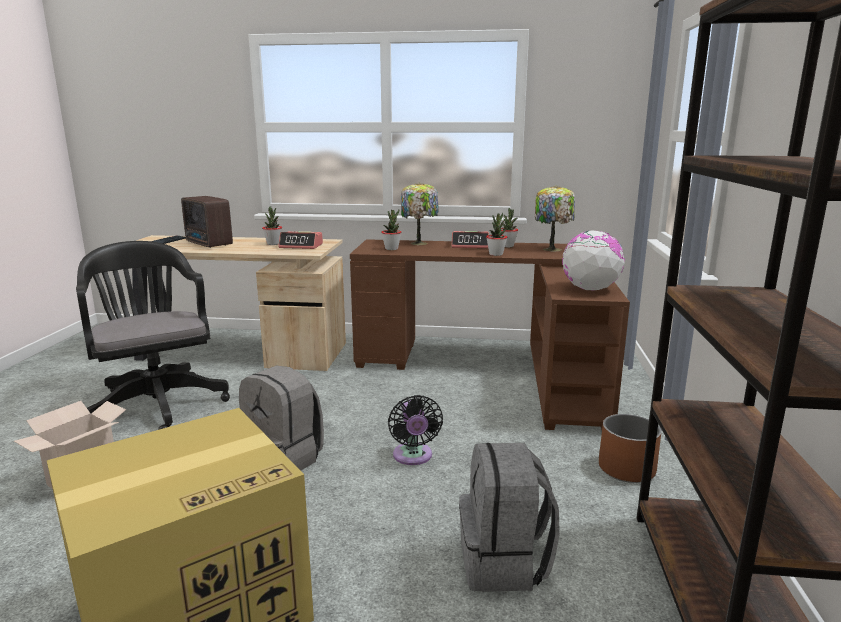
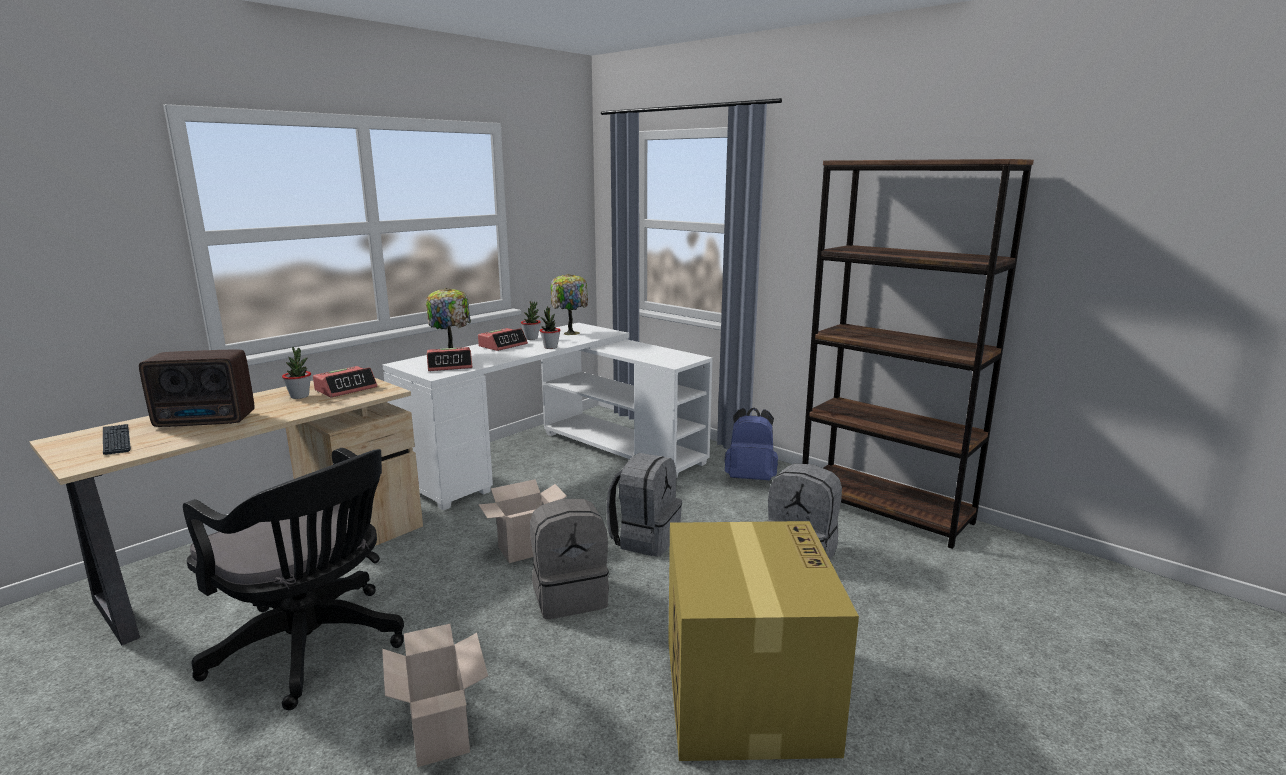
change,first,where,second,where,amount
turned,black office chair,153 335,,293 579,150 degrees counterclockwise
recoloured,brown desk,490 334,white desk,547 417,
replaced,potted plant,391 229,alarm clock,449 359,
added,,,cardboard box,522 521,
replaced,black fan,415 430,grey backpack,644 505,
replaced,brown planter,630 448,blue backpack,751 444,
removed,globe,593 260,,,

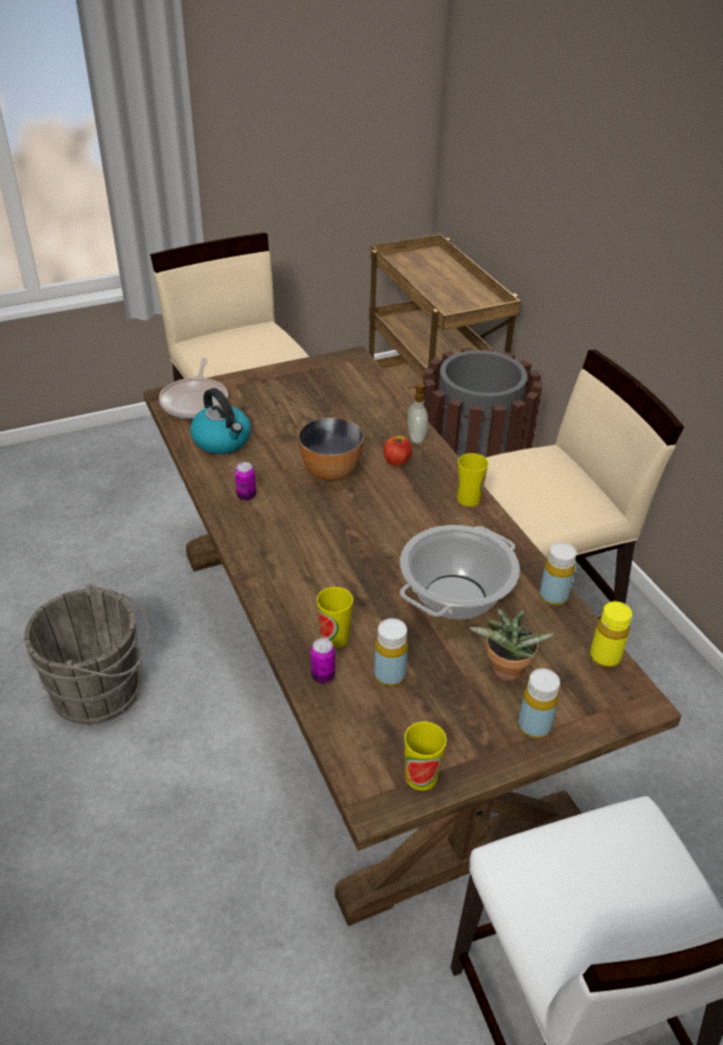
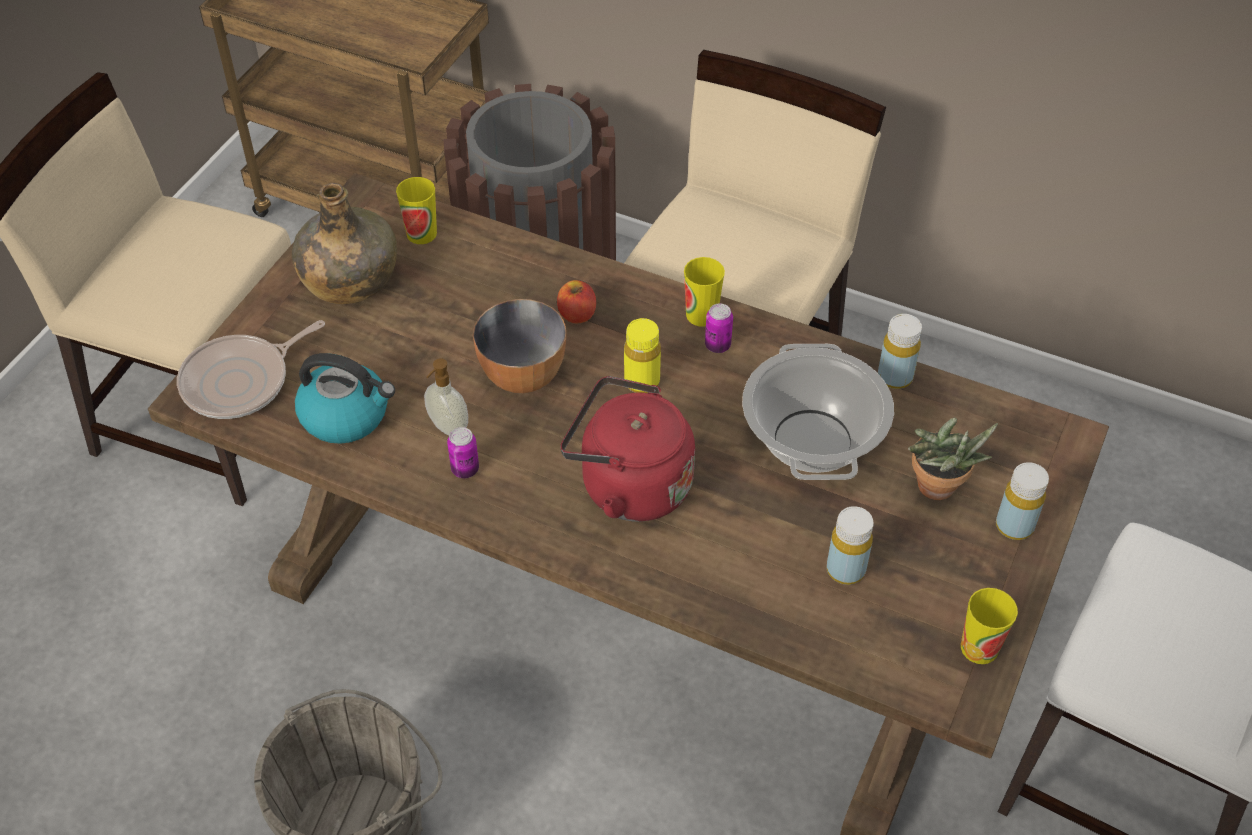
change,first,where,second,where,amount
turned,frying pan,193 388,,251 369,90 degrees clockwise
added,,,green bottle,344 243,
moved,cup,335 618,,416 210,
moved,soap dispenser,417 413,,446 397,
added,,,red kettle,627 449,
moved,yellow bottle,611 634,,642 355,
moved,can,323 660,,719 328,

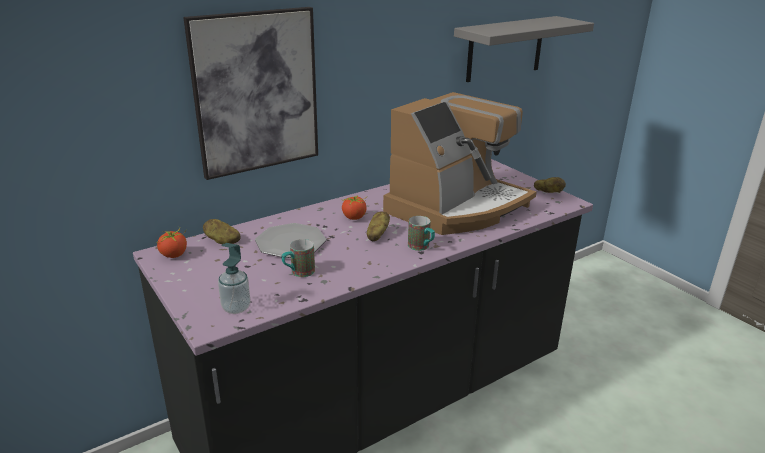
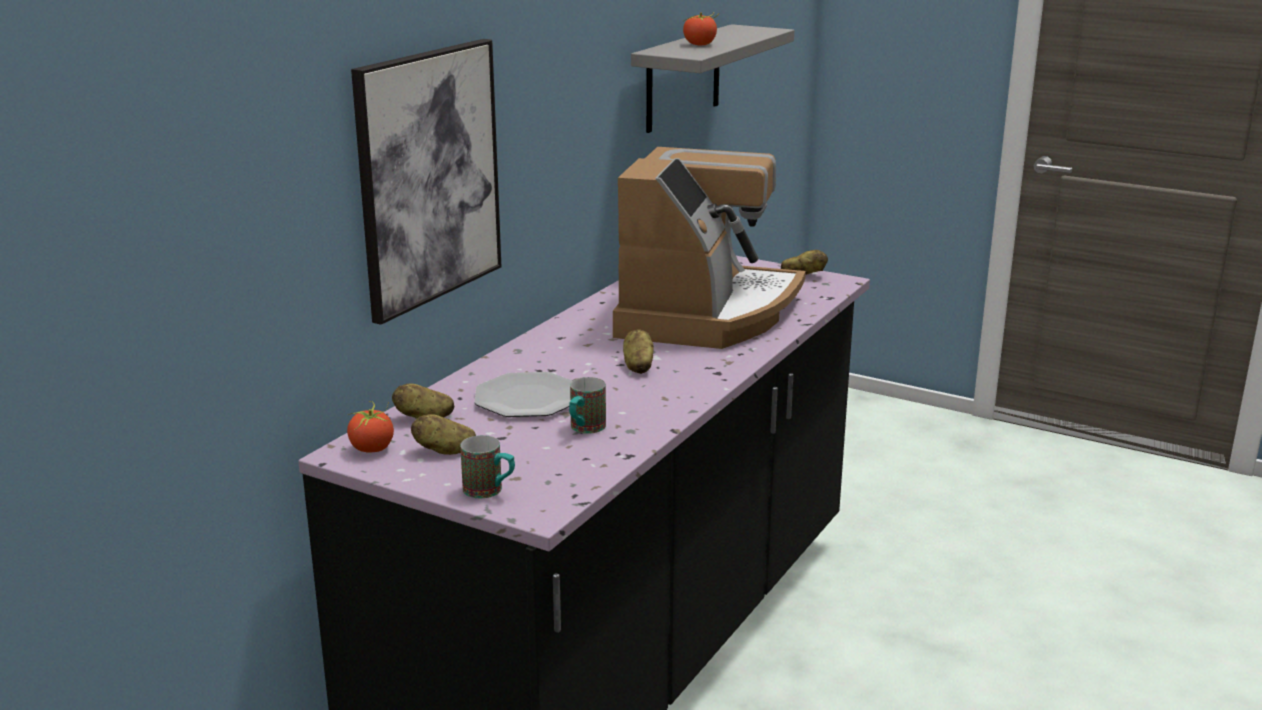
change,first,where,second,where,amount
added,,,potato,443 434,
moved,mug,421 233,,487 466,
moved,tomato,354 207,,701 28,
removed,soap dispenser,234 278,,,

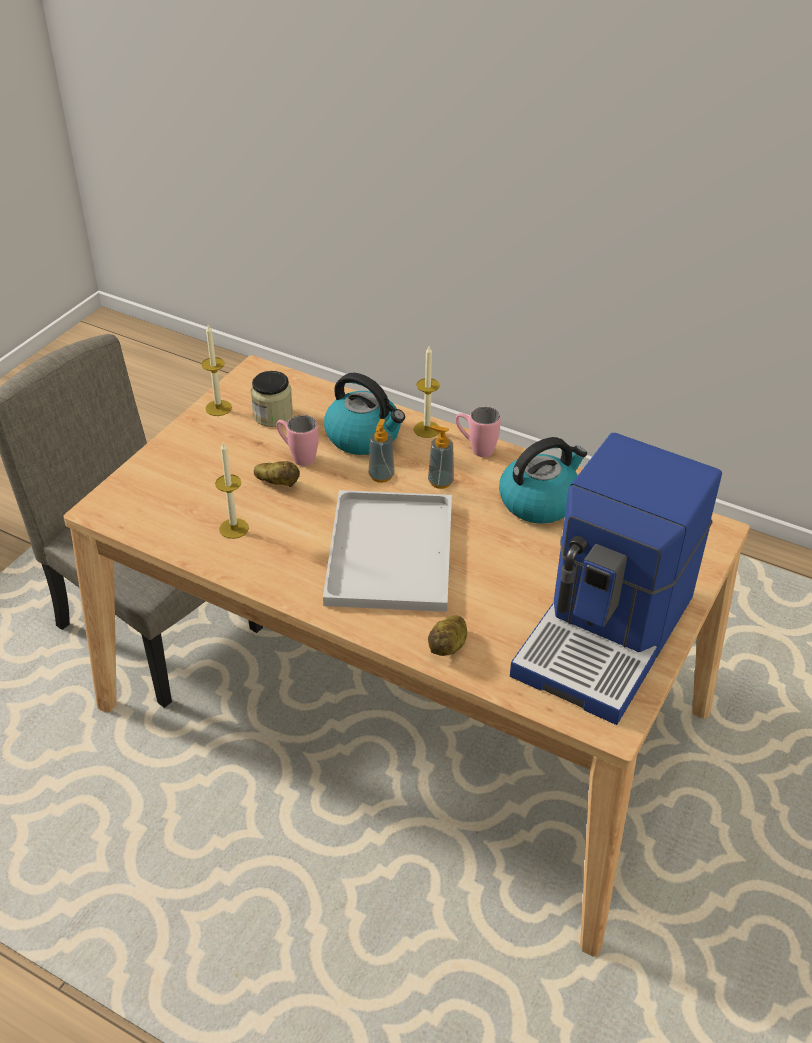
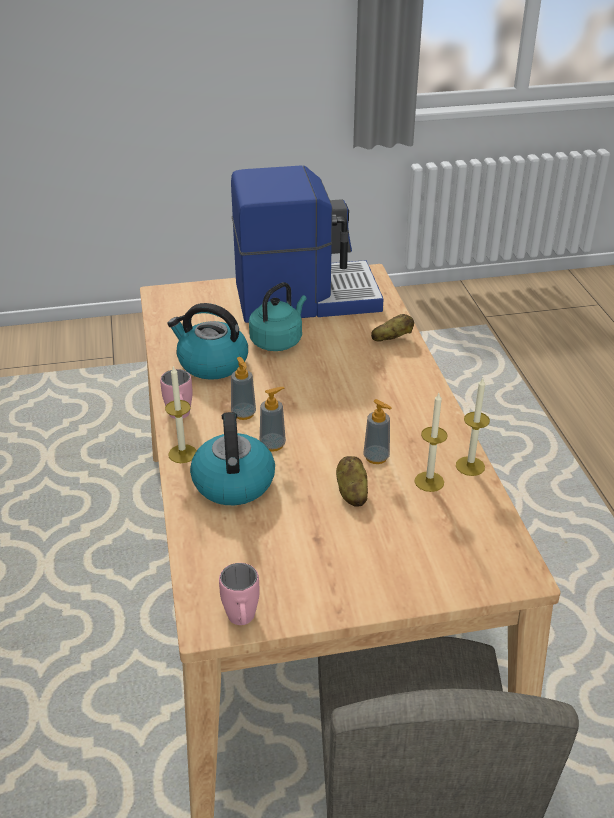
change,first,where,second,where,amount
moved,pink mug,297 440,,239 594,
added,,,turquoise kettle,278 316,
added,,,soap dispenser,377 431,
moved,candle,217 370,,473 427,
removed,jar,272 399,,,
removed,white tray,387 551,,,

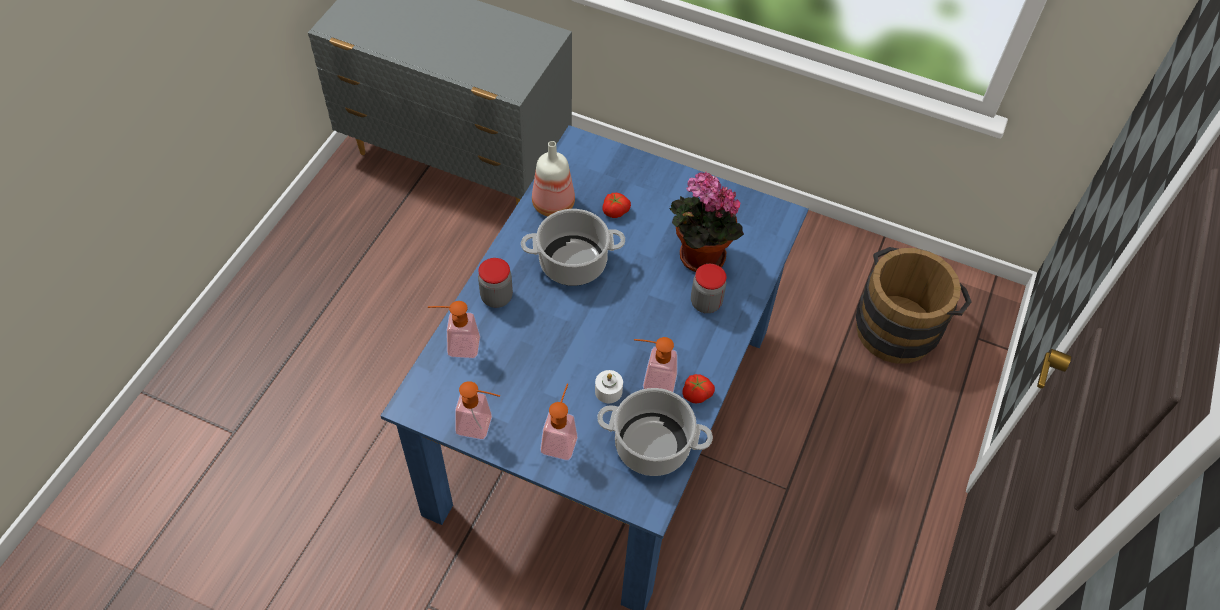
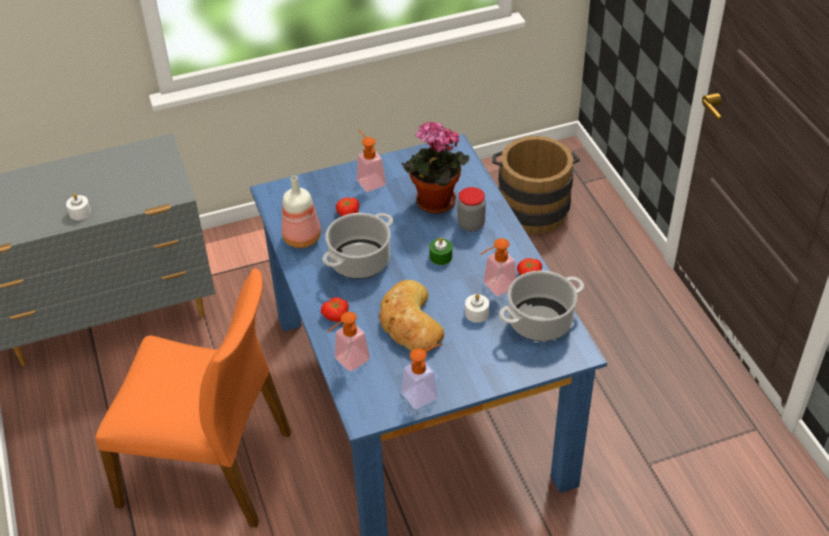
change,first,where,second,where,amount
added,,,white candle,78 206,
added,,,orange chair,193 398,
replaced,jar,495 283,tomato,335 309,
moved,soap dispenser,559 422,,371 160,
added,,,bread,411 316,
added,,,green candle,440 251,

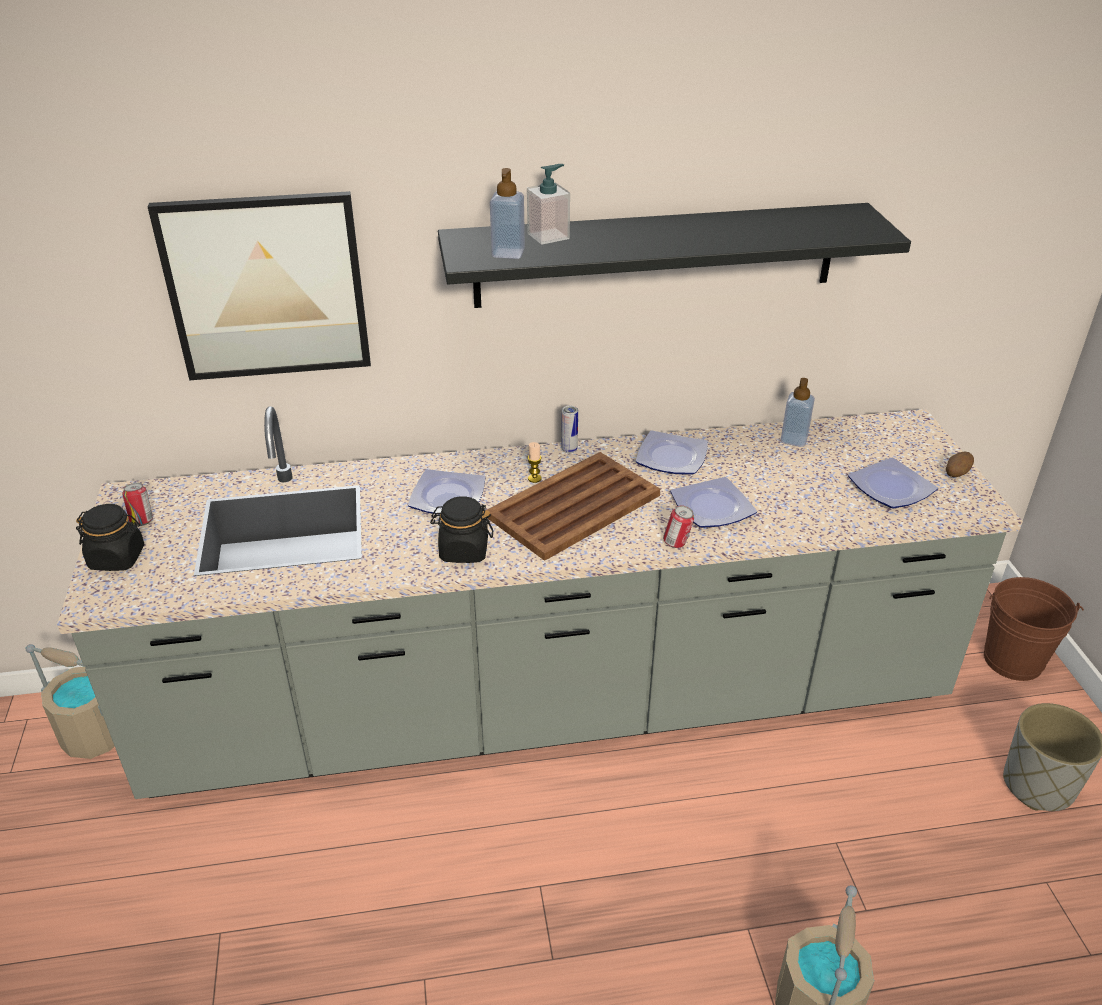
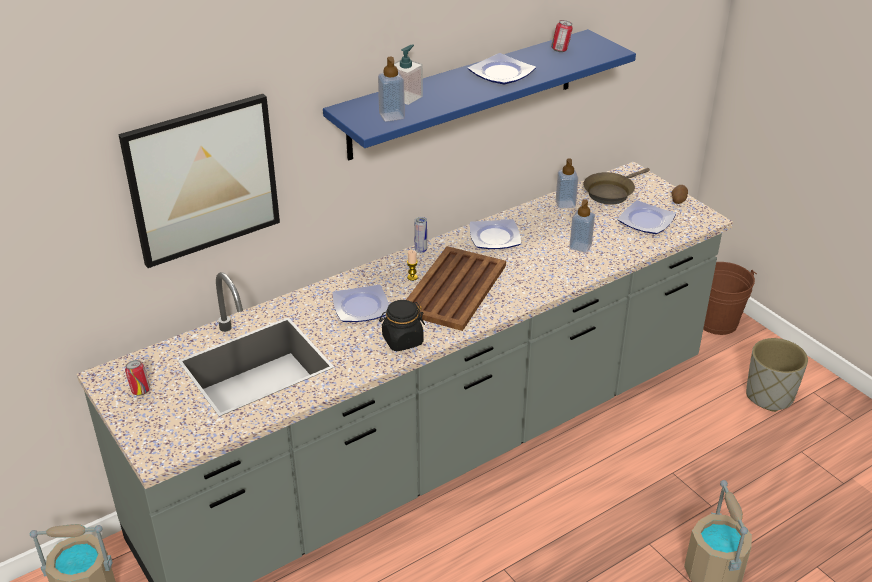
change,first,where,second,where,amount
recoloured,black shelf,674 255,blue shelf,479 94,
moved,plate,713 502,,502 68,
moved,can,678 526,,562 36,
added,,,soap dispenser,582 225,
added,,,brown frying pan,616 186,
removed,black jar,110 537,,,

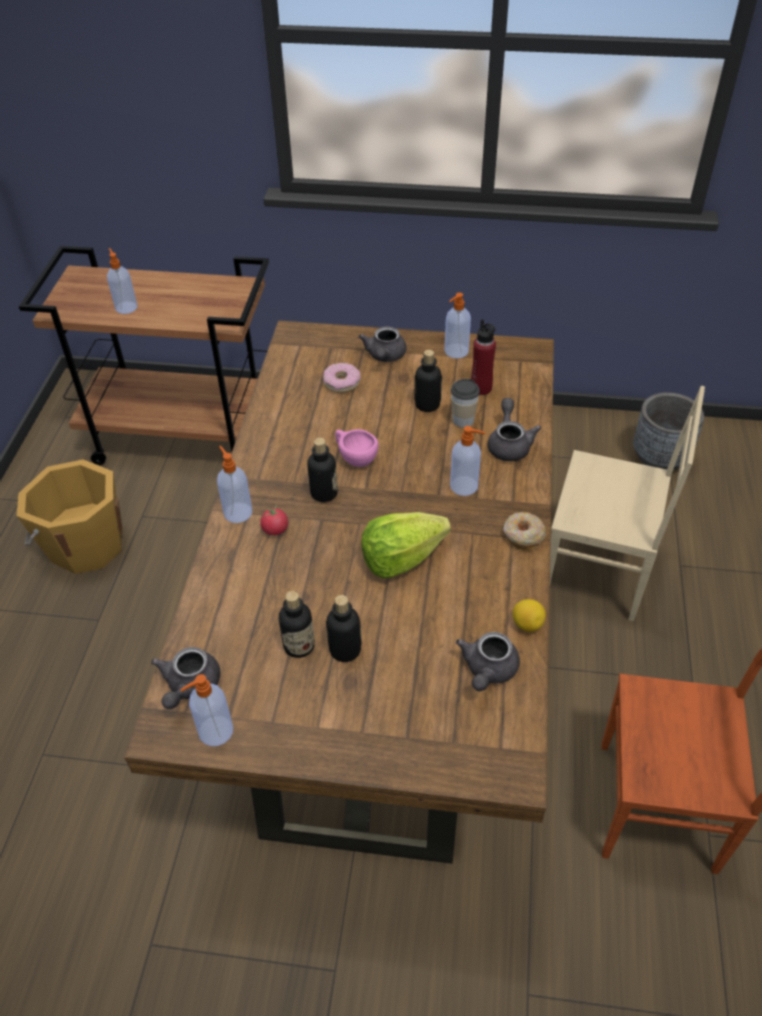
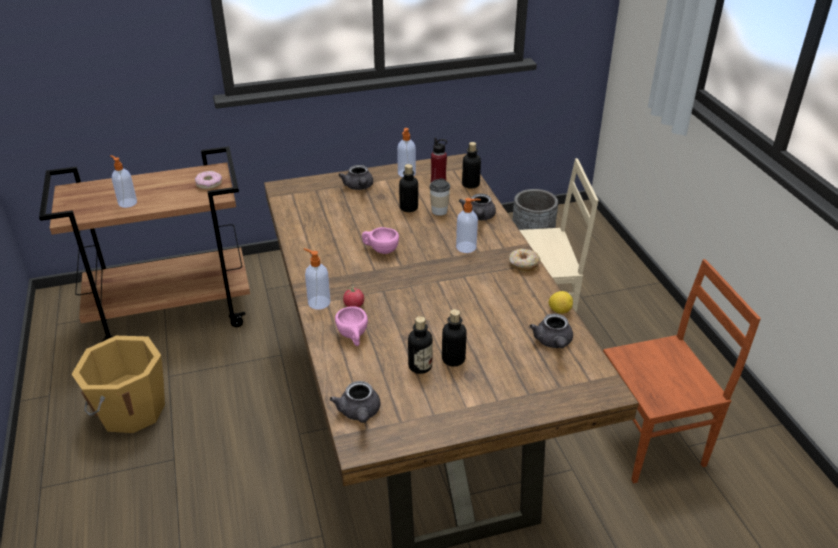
change,first,where,second,where,amount
moved,donut,341 378,,208 180,
added,,,pink cup,351 326,
turned,grey teapot,514 429,,477 207,150 degrees counterclockwise
moved,bottle,322 470,,471 165,
removed,soap dispenser,206 710,,,
removed,lettuce,406 545,,,

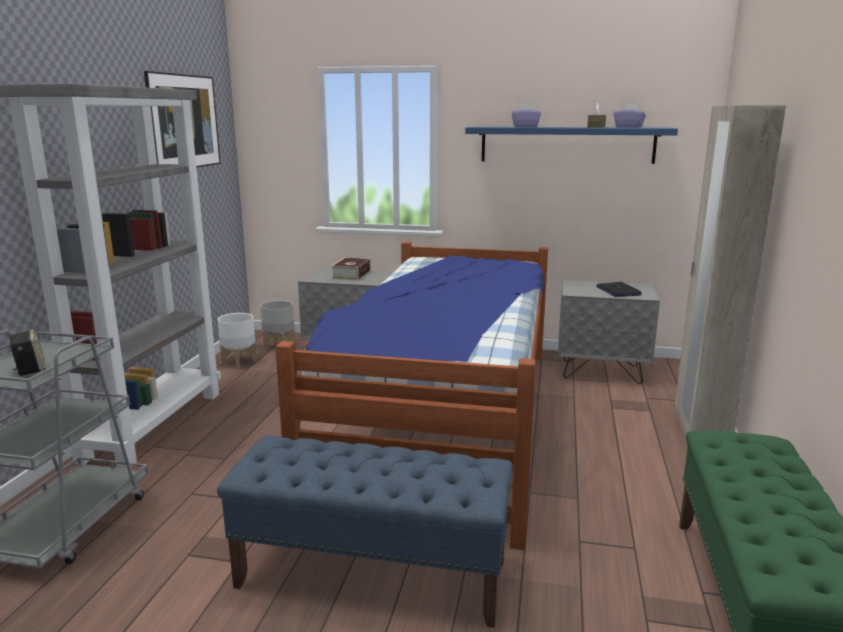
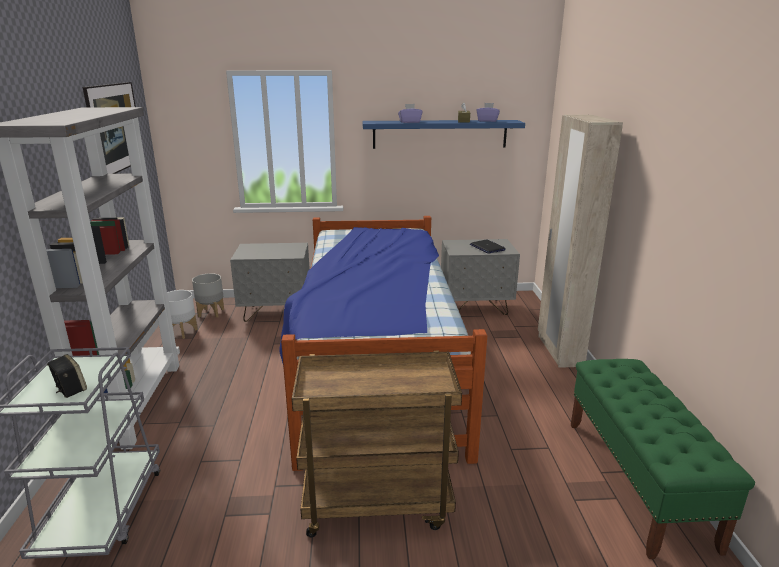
change,first,where,second,where,amount
replaced,blue bench,365 532,brown cart,377 444,
removed,book,351 268,,,

